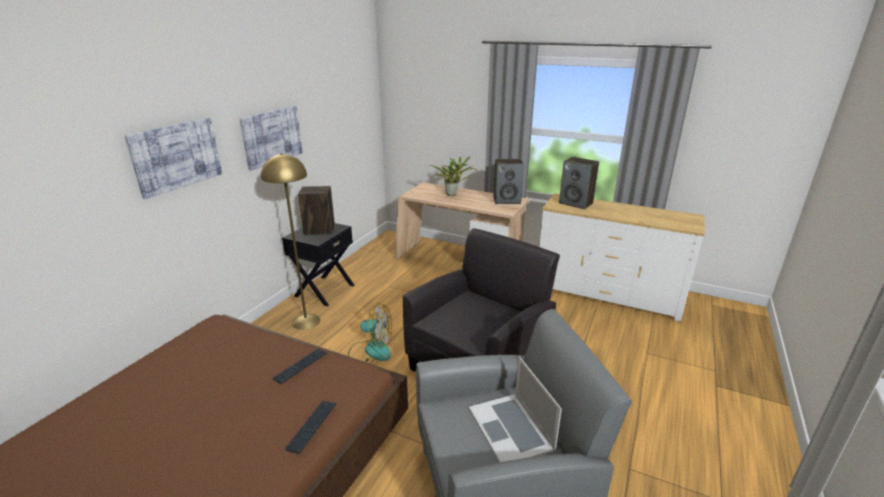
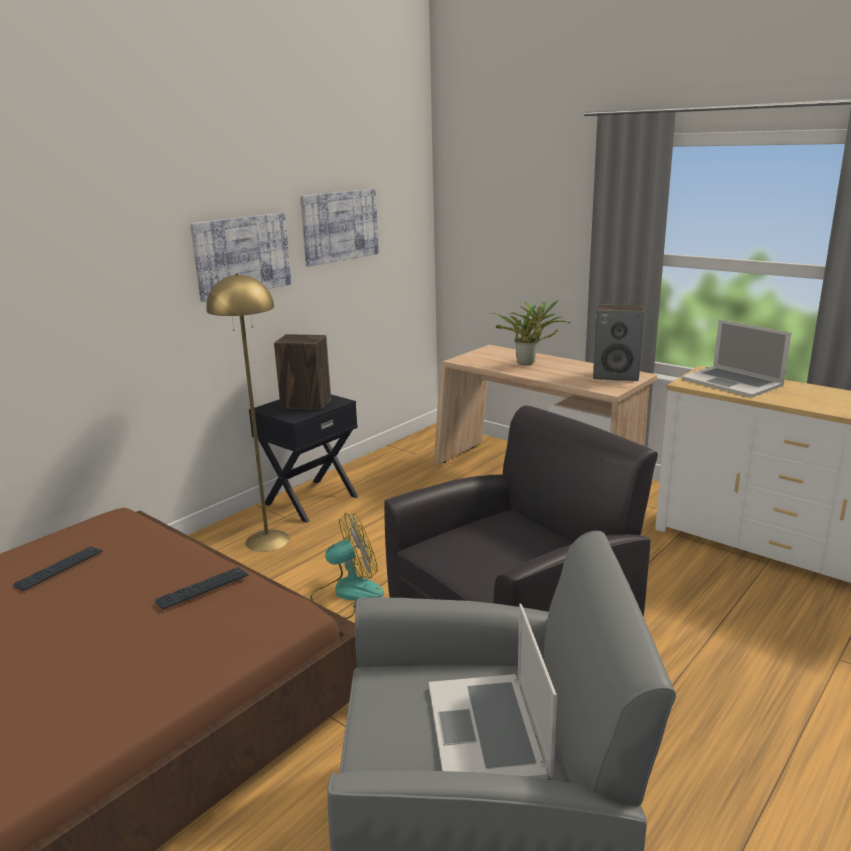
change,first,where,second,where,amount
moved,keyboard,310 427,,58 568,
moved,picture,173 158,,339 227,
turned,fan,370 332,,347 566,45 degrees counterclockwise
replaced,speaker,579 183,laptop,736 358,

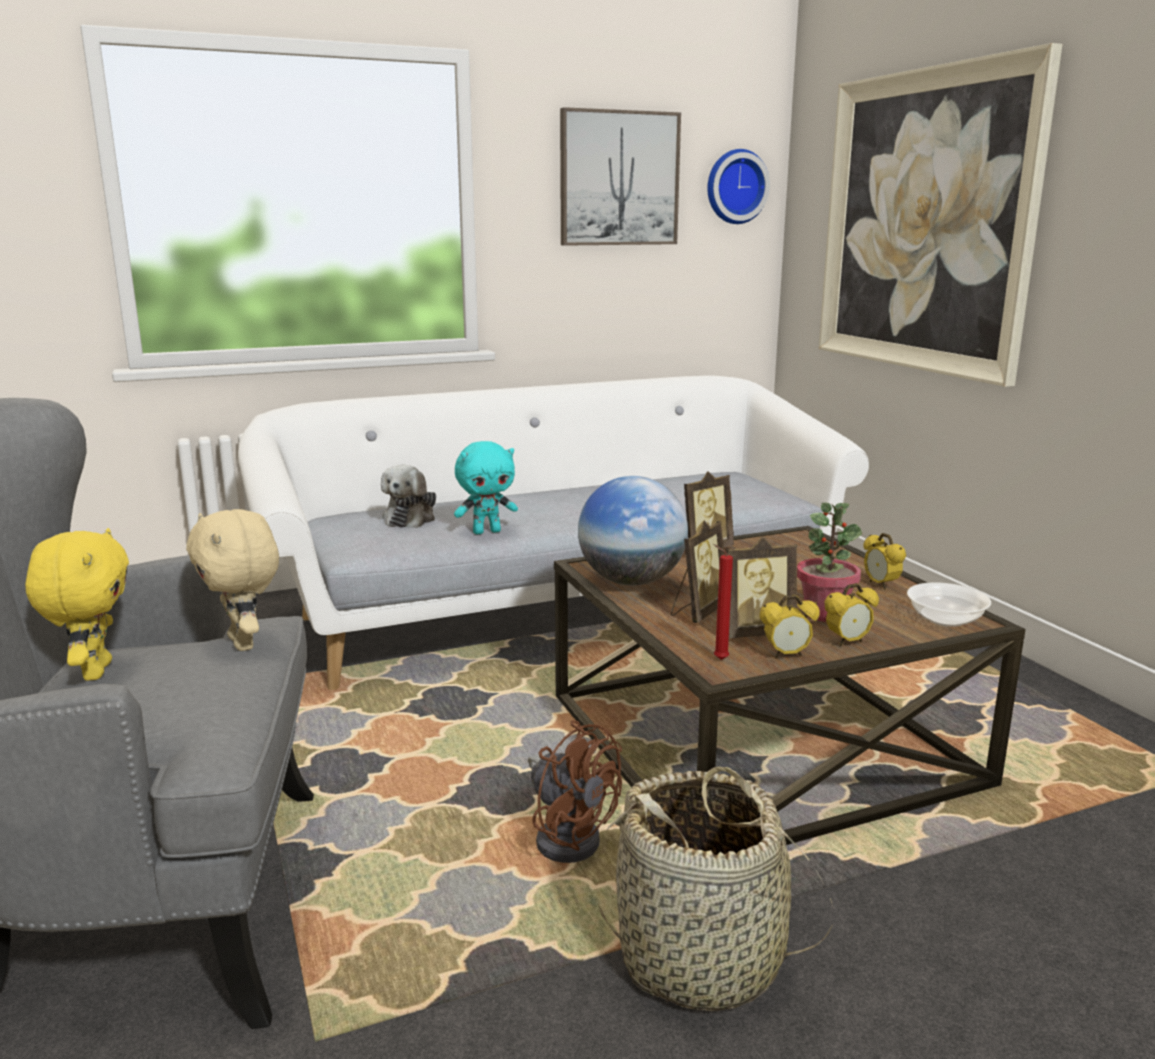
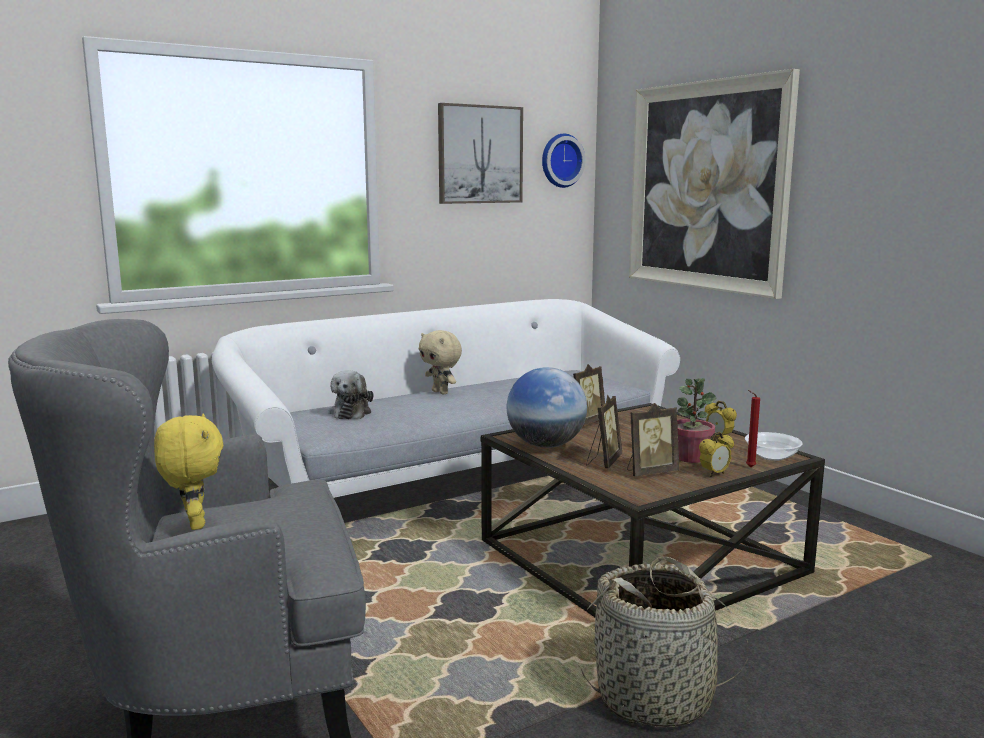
change,first,where,second,where,amount
moved,beige plush toy,232 580,,440 362,
moved,red candle,723 602,,753 428,
removed,turquoise plush toy,486 487,,,
removed,brown fan,575 791,,,
removed,alarm clock,789 626,,,

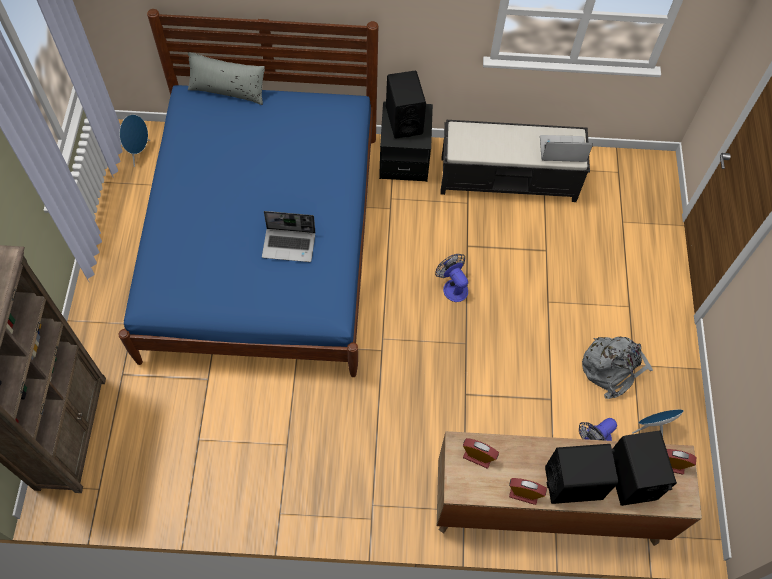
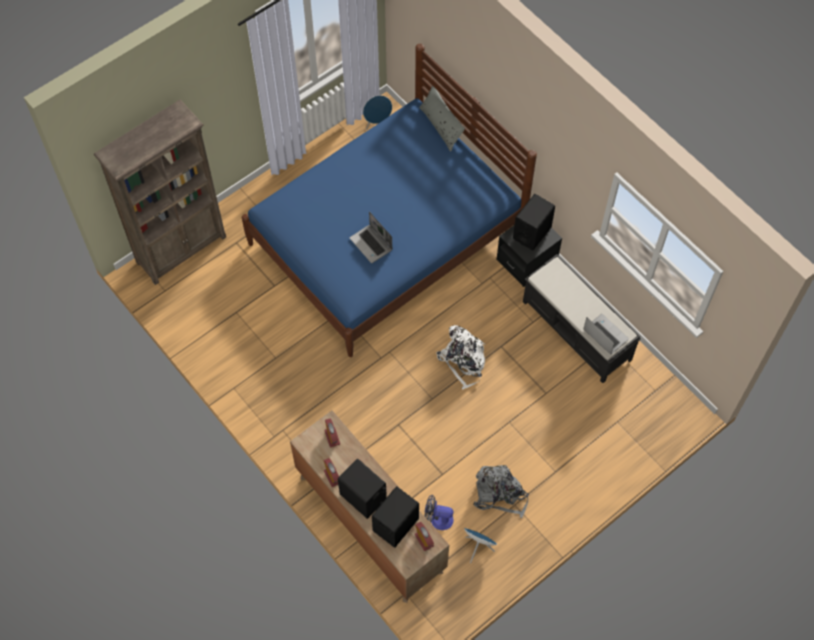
change,first,where,second,where,amount
replaced,fan,451 278,white backpack,461 357,

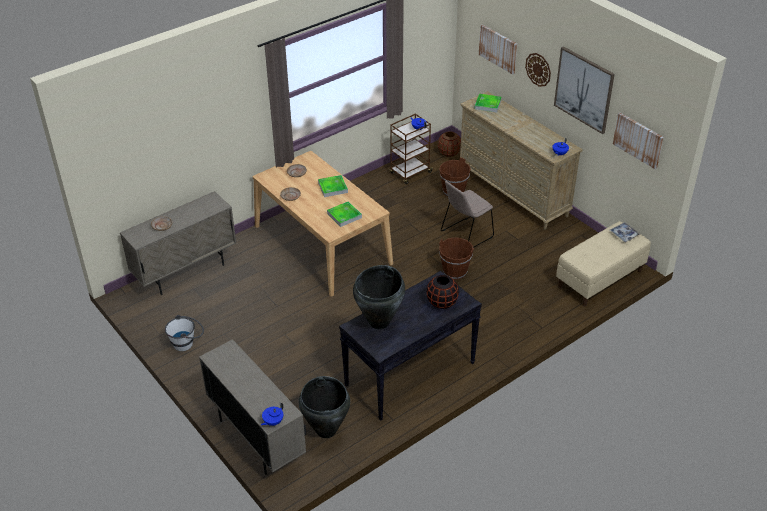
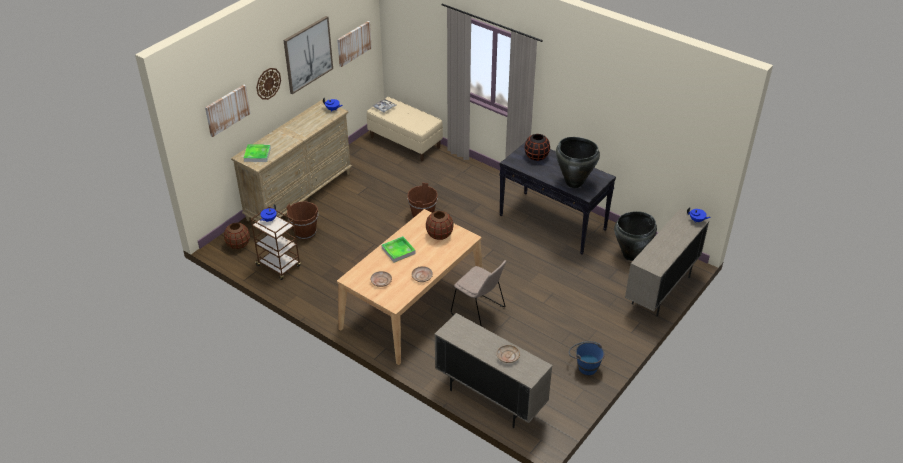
change,first,where,second,where,amount
replaced,tray,344 214,brown vase,439 225,
moved,beige chair,467 214,,478 293,
recoloured,white bucket,184 333,blue bucket,586 358,

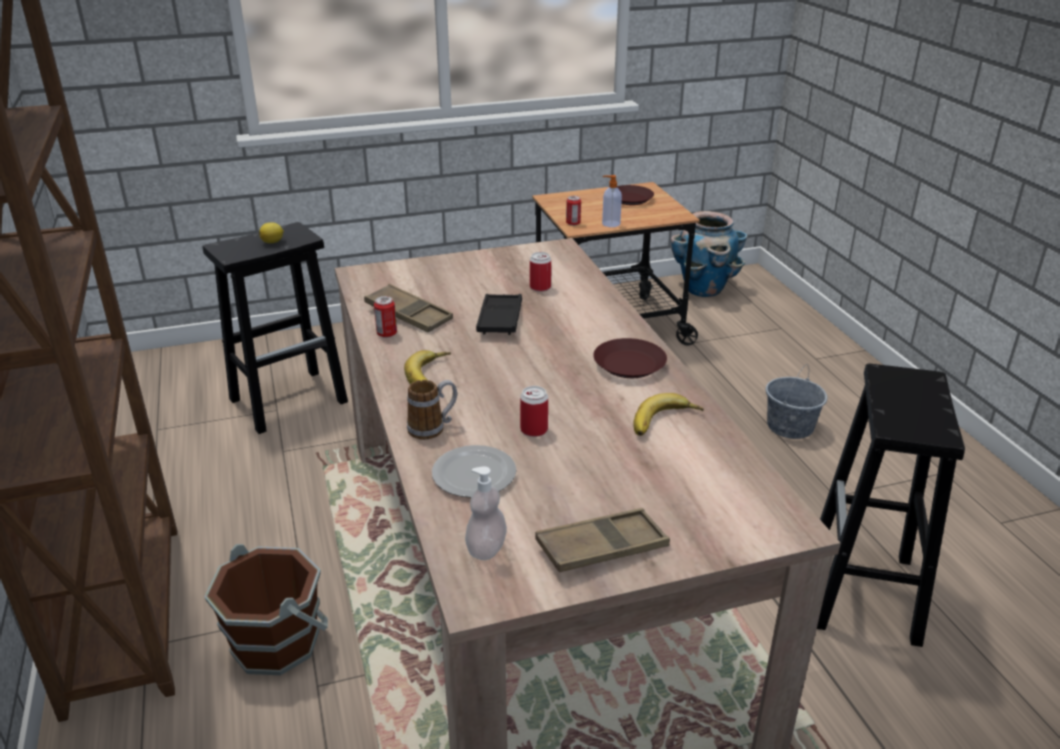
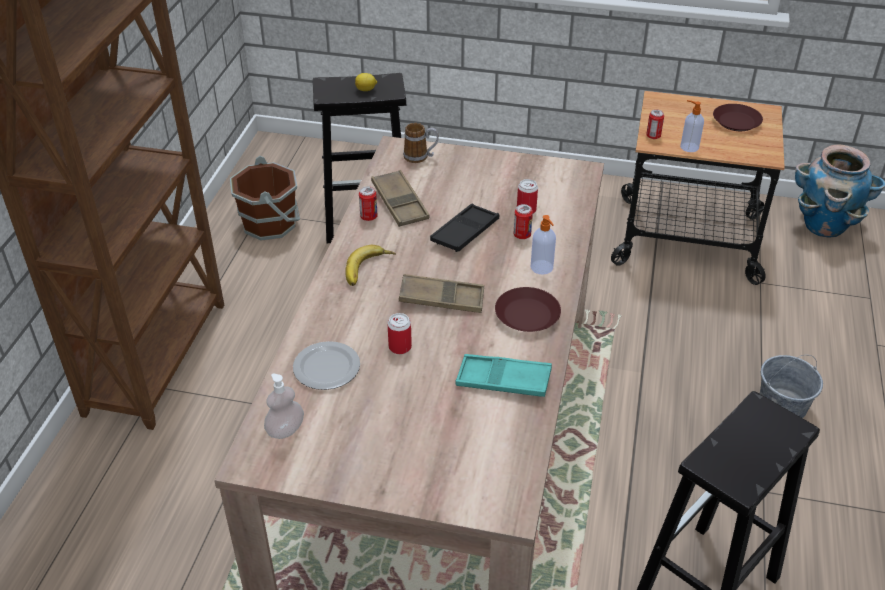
change,first,where,second,where,amount
moved,brown bucket,266 609,,265 198,
moved,brown tray,602 540,,441 293,
moved,mug,432 410,,421 143,
replaced,banana,668 414,turquoise tray,503 375,
added,,,can,523 221,
added,,,soap dispenser,543 245,

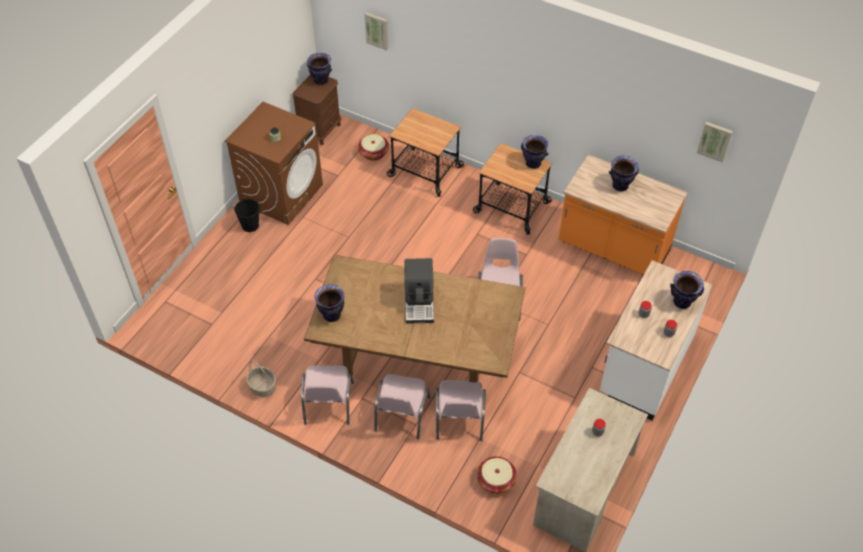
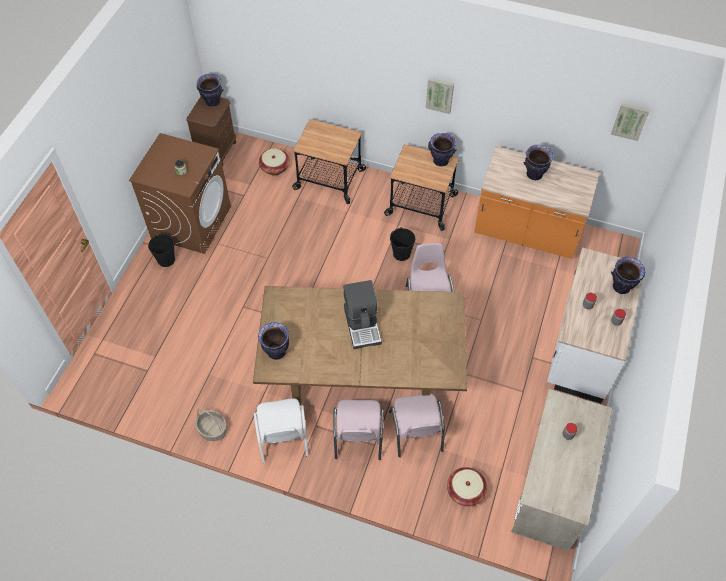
change,first,where,second,where,amount
recoloured,pink chair,327 395,white chair,281 430,
added,,,black bucket,402 244,
moved,picture,377 31,,440 96,

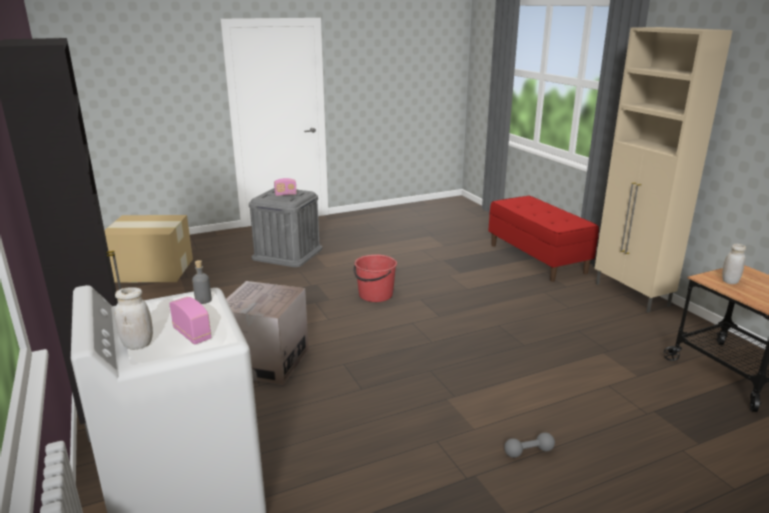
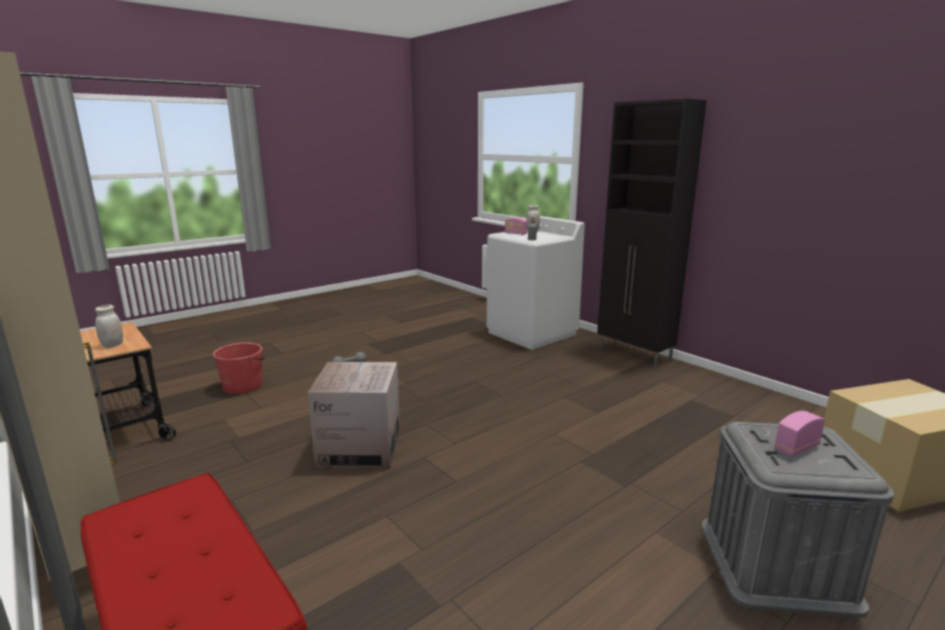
change,first,where,second,where,amount
moved,red bucket,375 278,,239 368,
moved,cardboard box,267 333,,354 415,

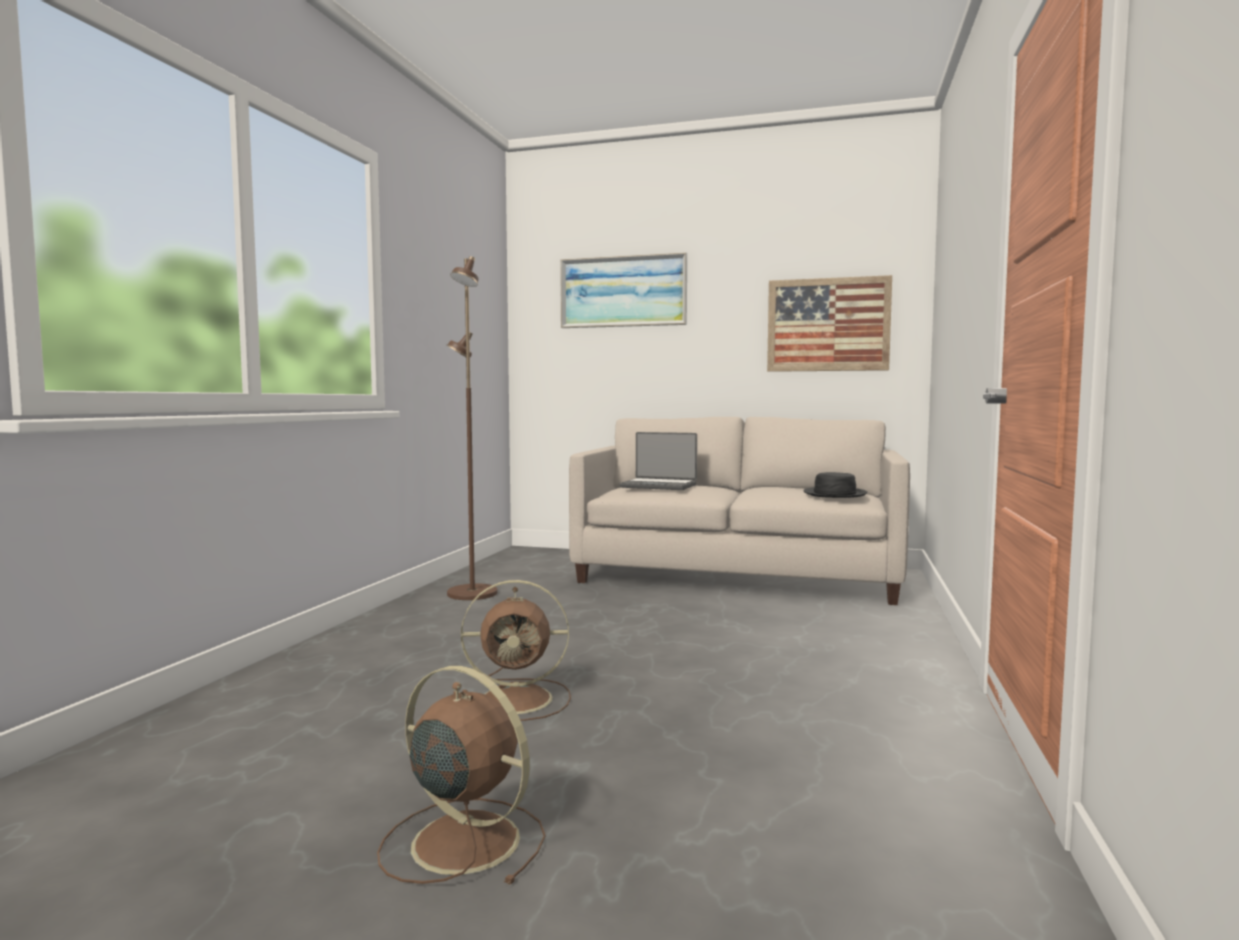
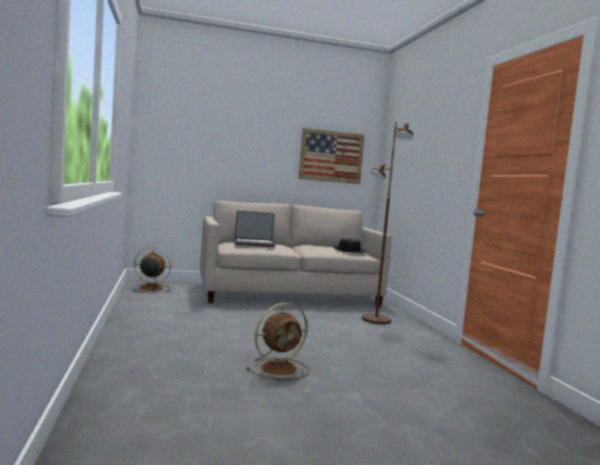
change,first,where,second,where,amount
moved,brown fan,461 775,,151 269,
moved,brown floor lamp,472 428,,387 223,
removed,picture,623 290,,,

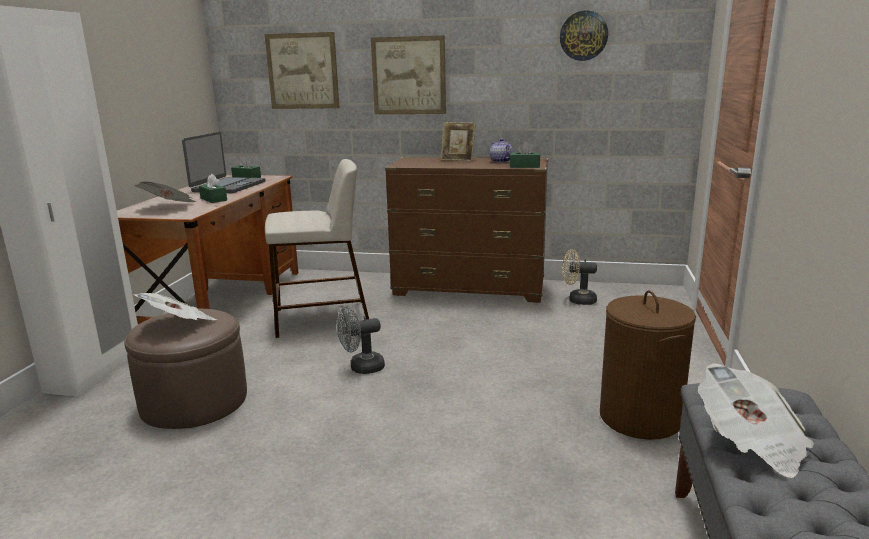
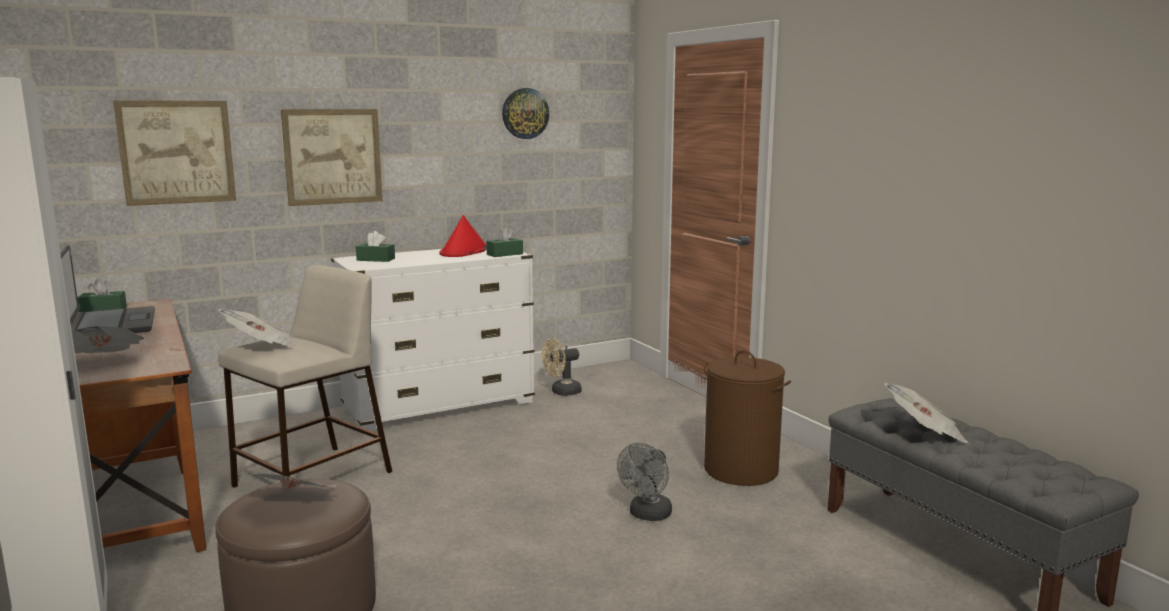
change,first,where,second,where,amount
added,,,newspaper,258 328,
recoloured,brown dresser,466 230,white dresser,433 340,
moved,green tissue box,213 188,,375 246,
replaced,teapot,501 151,red hat,463 236,
moved,grey fan,361 340,,644 482,
removed,picture frame,458 141,,,

